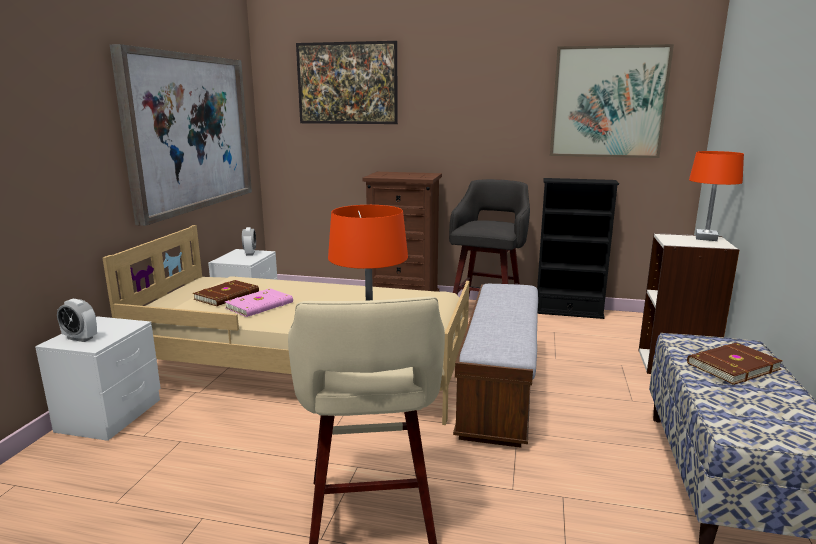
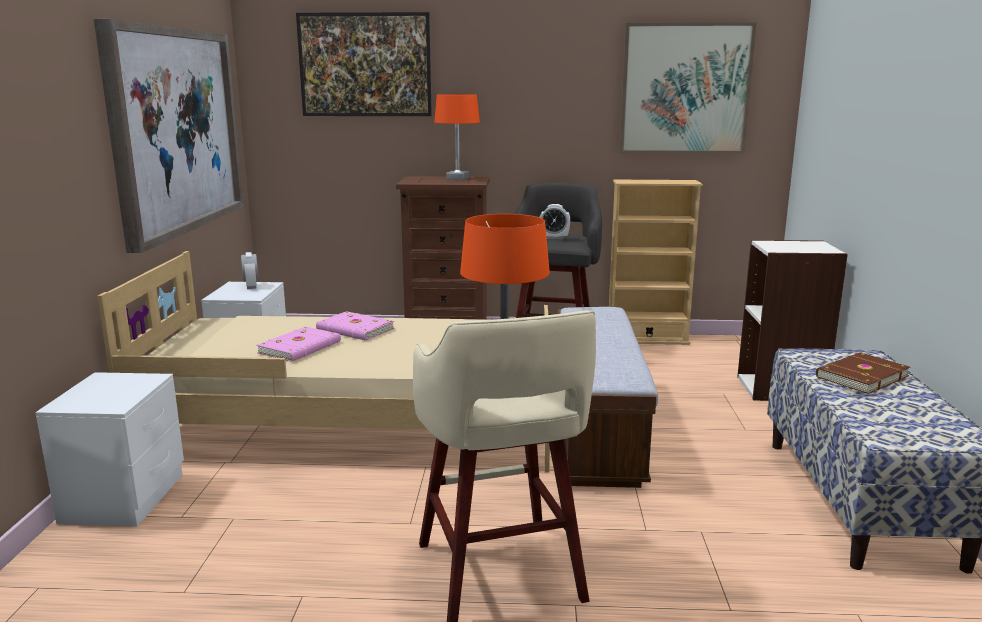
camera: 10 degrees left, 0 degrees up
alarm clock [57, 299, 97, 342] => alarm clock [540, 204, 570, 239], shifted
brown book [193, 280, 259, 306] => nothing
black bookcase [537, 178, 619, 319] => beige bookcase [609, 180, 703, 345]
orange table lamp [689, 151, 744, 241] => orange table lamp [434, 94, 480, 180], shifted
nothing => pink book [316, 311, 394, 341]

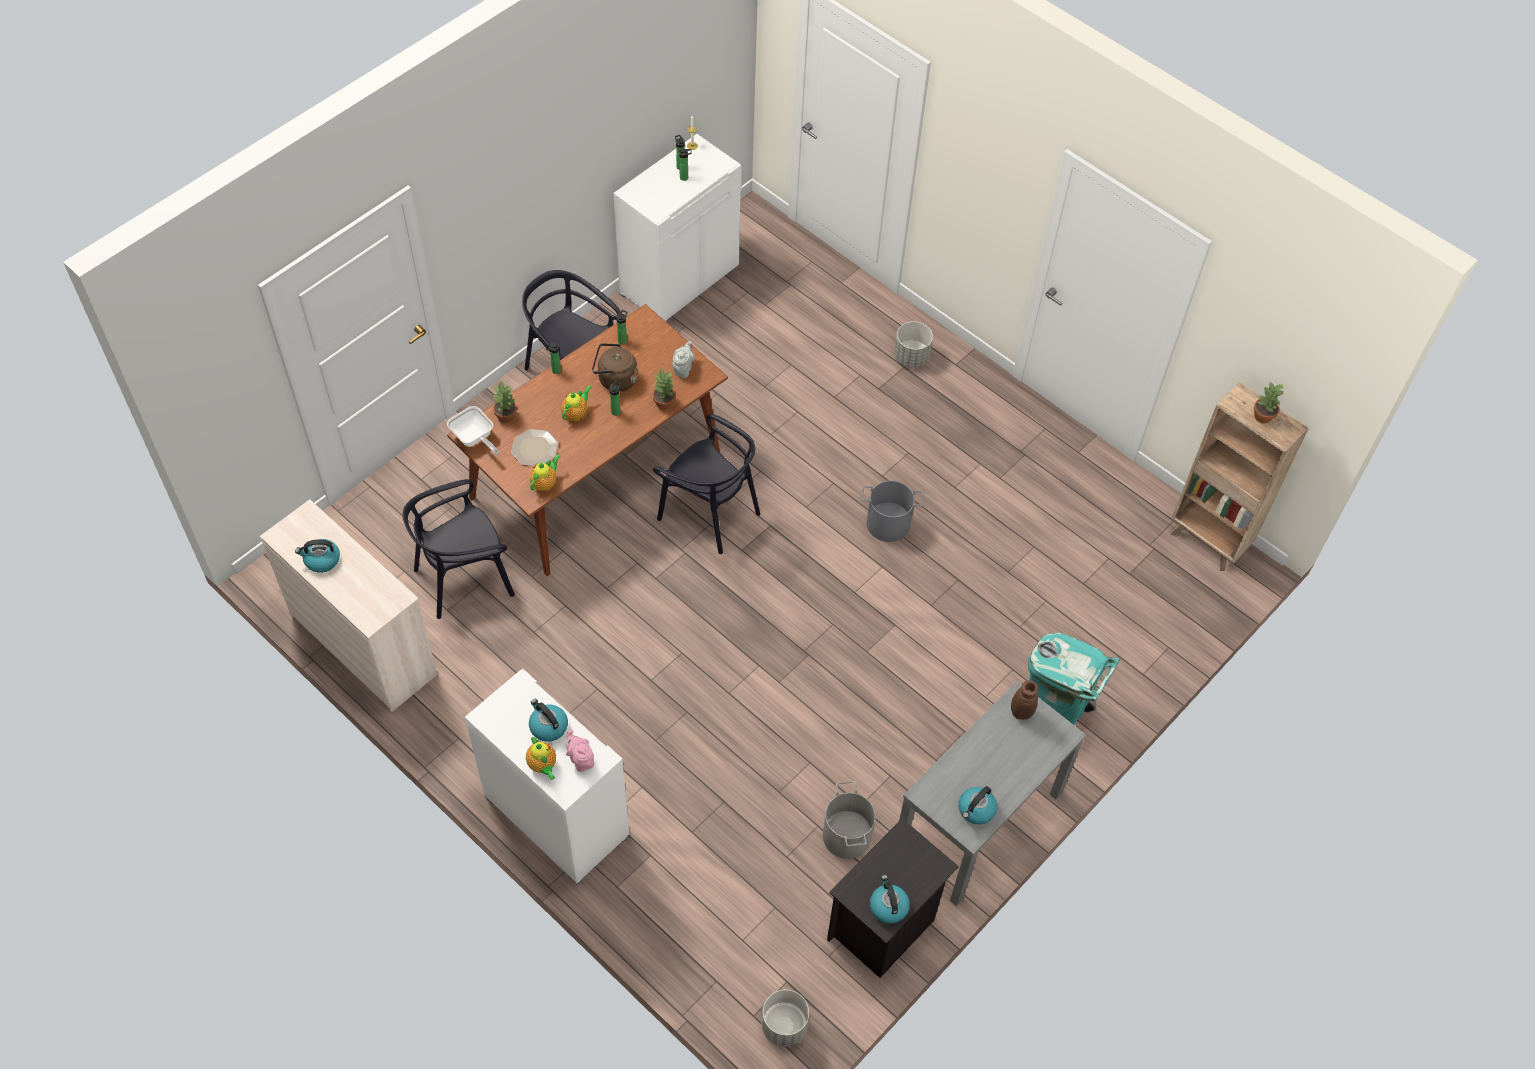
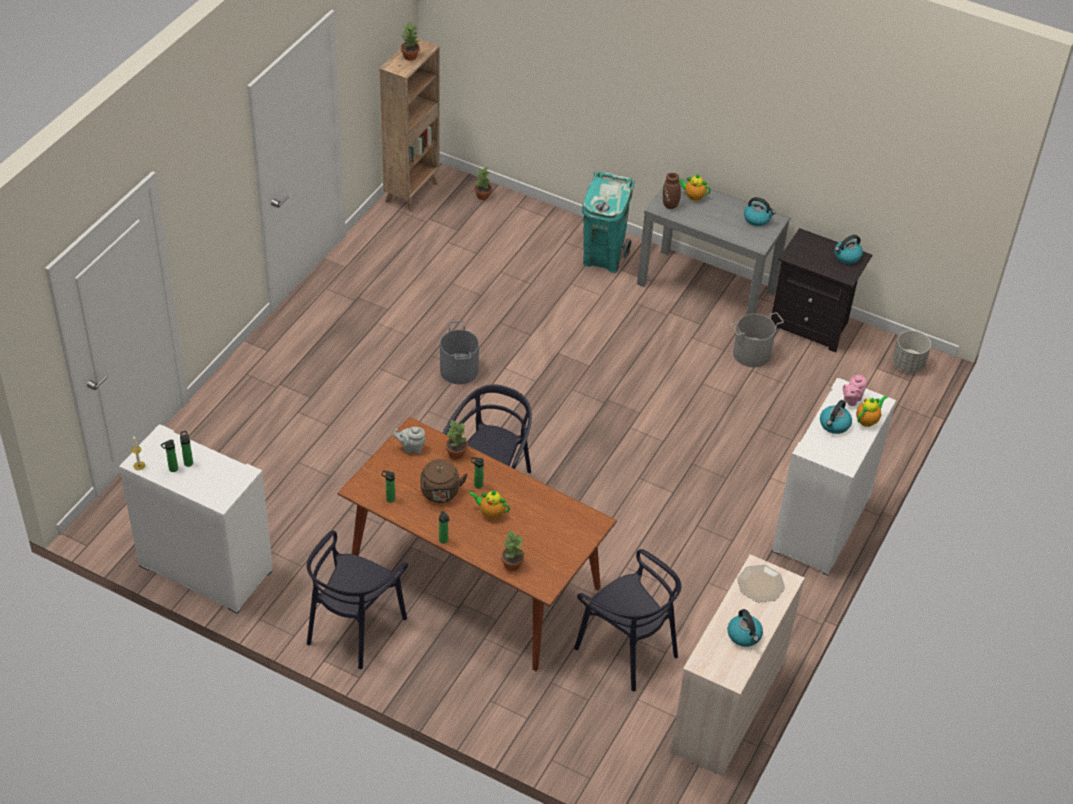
camera: 105 degrees left, 10 degrees down
frying pan [447, 406, 499, 455] => nothing
plate [511, 429, 558, 466] => plate [737, 565, 785, 602], shifted
teapot [530, 454, 561, 492] => teapot [678, 173, 711, 201], shifted
grey planter [894, 321, 933, 368] => nothing
nothing => potted plant [474, 167, 492, 200]

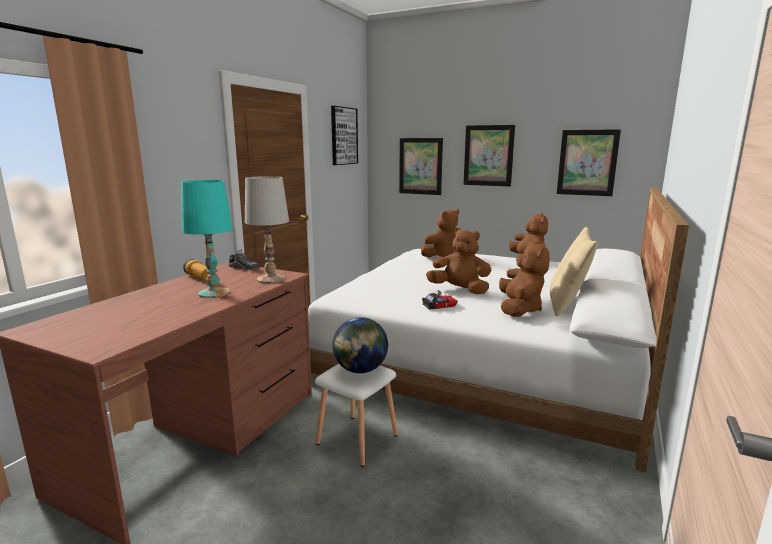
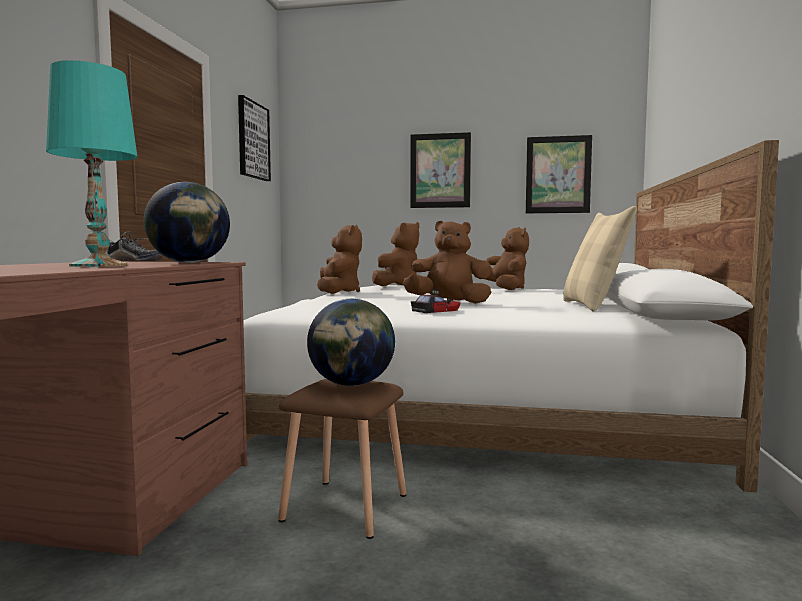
camera: 15 degrees left, 10 degrees down
flashlight [183, 259, 209, 281] => nothing
white table lamp [245, 176, 289, 283] => globe [144, 182, 230, 263]
white stool [315, 364, 398, 467] => brown stool [278, 379, 406, 539]
picture [399, 138, 443, 195] => nothing
brown plush toy [499, 242, 550, 317] => brown plush toy [317, 225, 362, 294], shifted

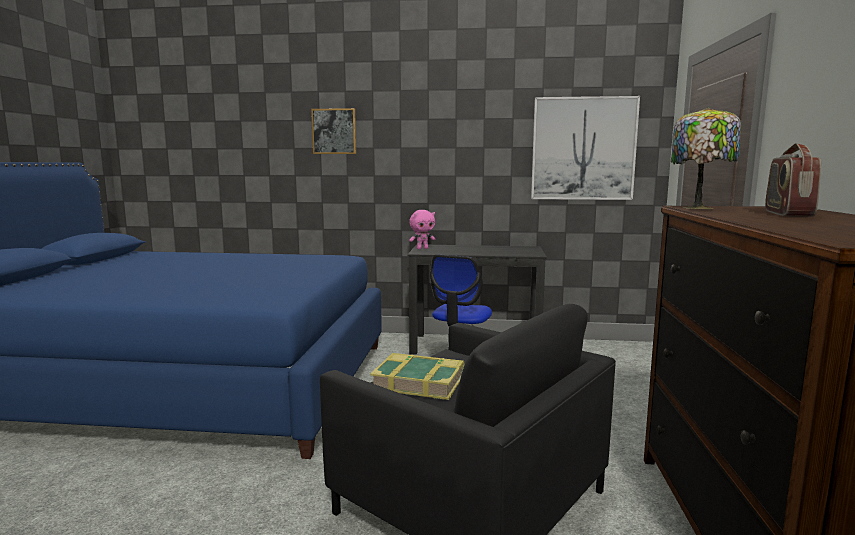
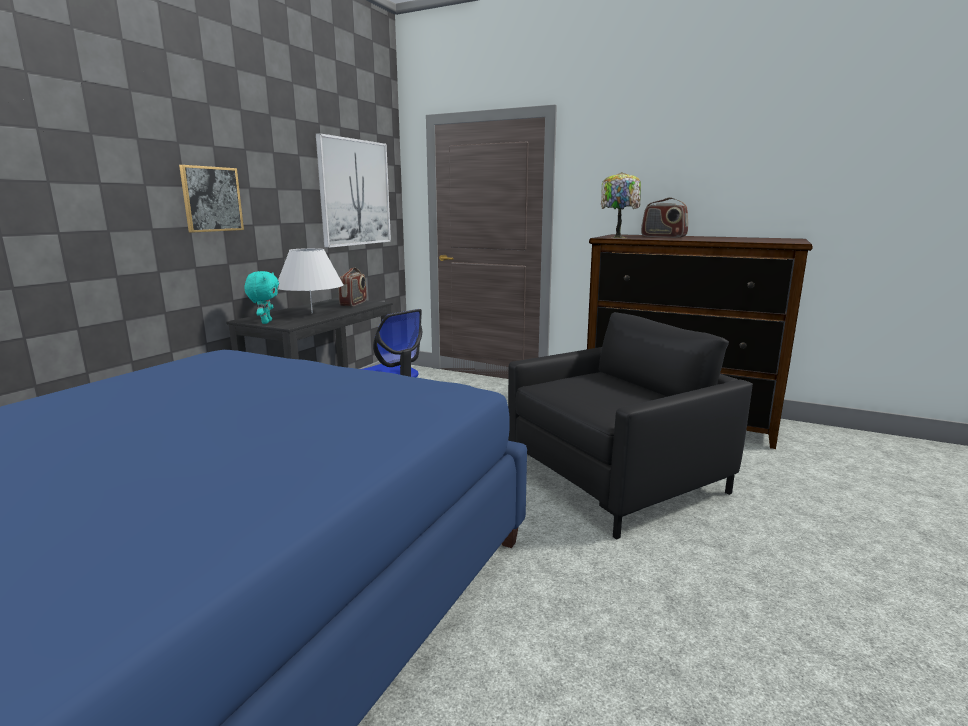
camera: 70 degrees left, 5 degrees up
picture [311, 108, 356, 154] => picture [179, 165, 244, 233], shifted
book [370, 353, 465, 400] => nothing
pink plush toy [409, 210, 435, 249] => turquoise plush toy [244, 271, 279, 324]
nothing => white table lamp [278, 248, 344, 313]
nothing => radio [338, 267, 367, 306]

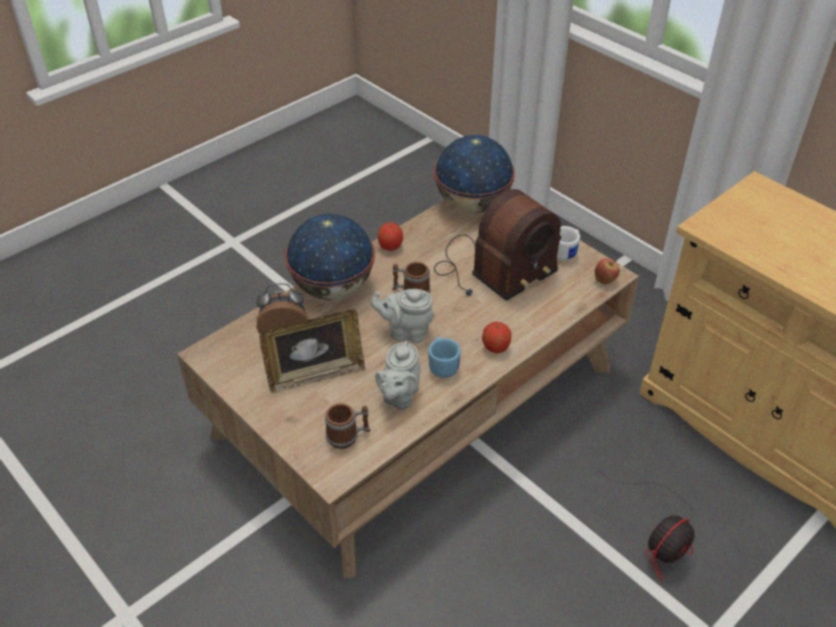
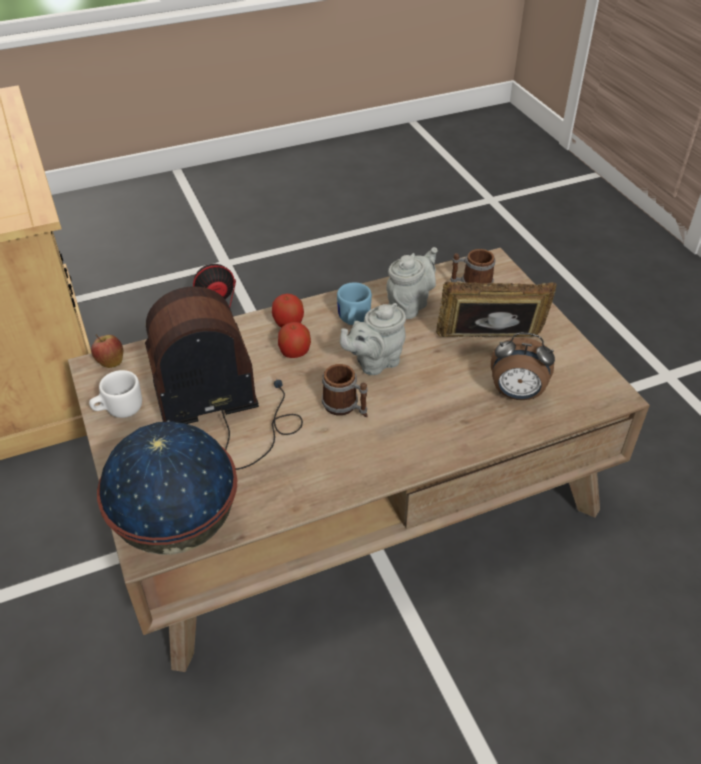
camera: 160 degrees left, 0 degrees up
globe [285, 214, 375, 300] => nothing
grey teapot [371, 289, 434, 343] => grey teapot [340, 303, 406, 375], 120 degrees clockwise
apple [378, 222, 403, 251] => apple [278, 322, 311, 358], shifted

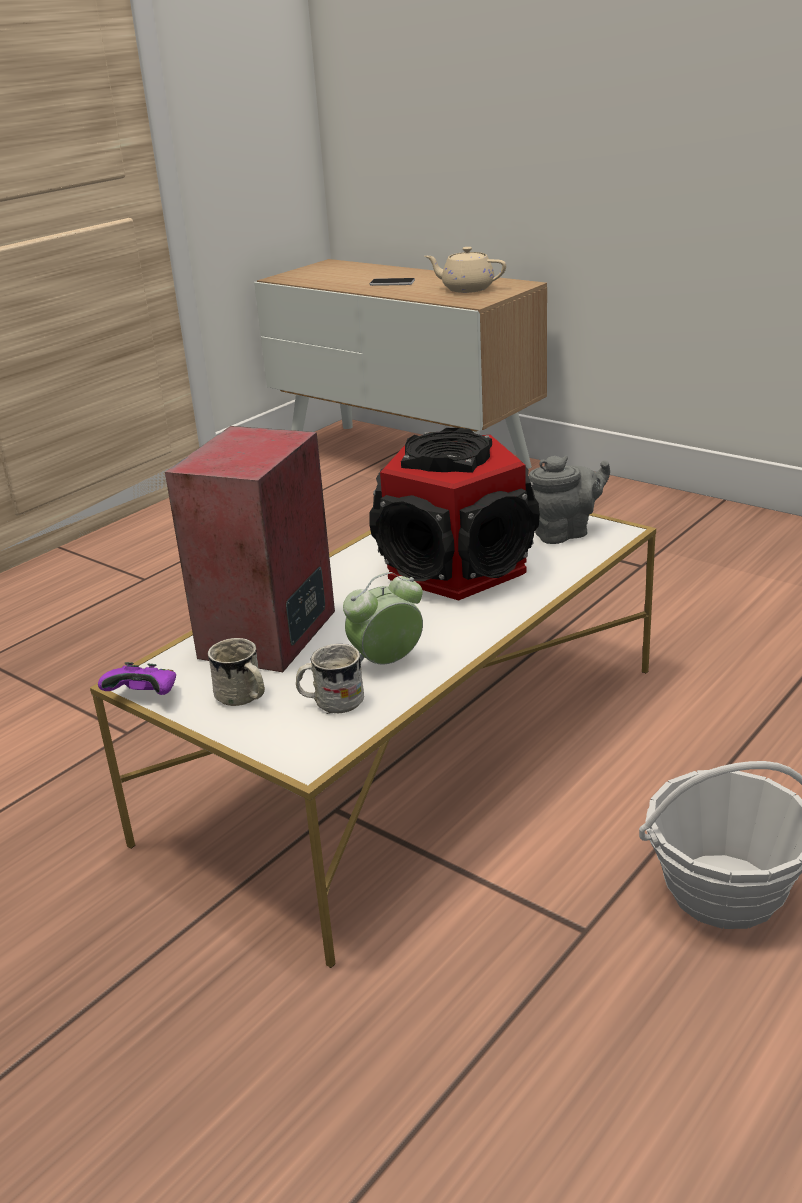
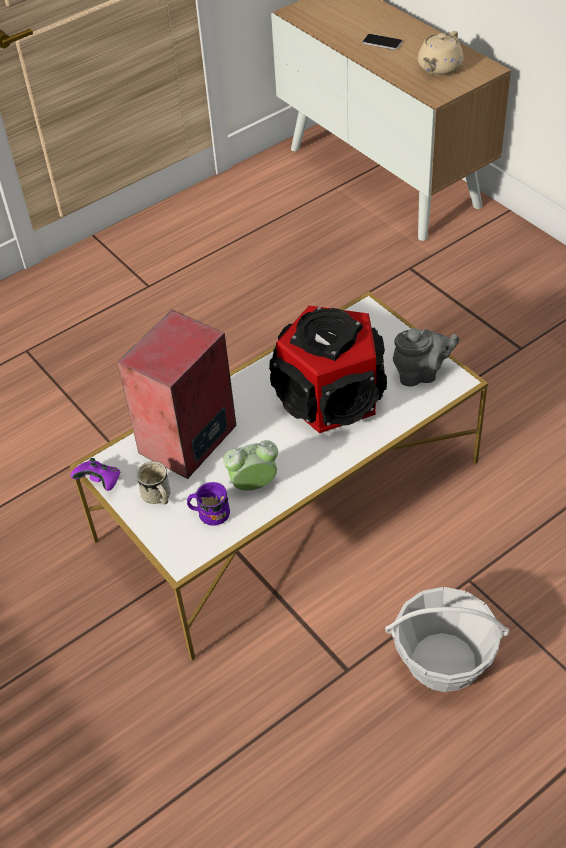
camera: 15 degrees right, 20 degrees up
white mug [296, 644, 364, 714] => purple mug [187, 482, 230, 526]
beige teapot [425, 247, 506, 293] => beige teapot [418, 31, 463, 76], 90 degrees counterclockwise

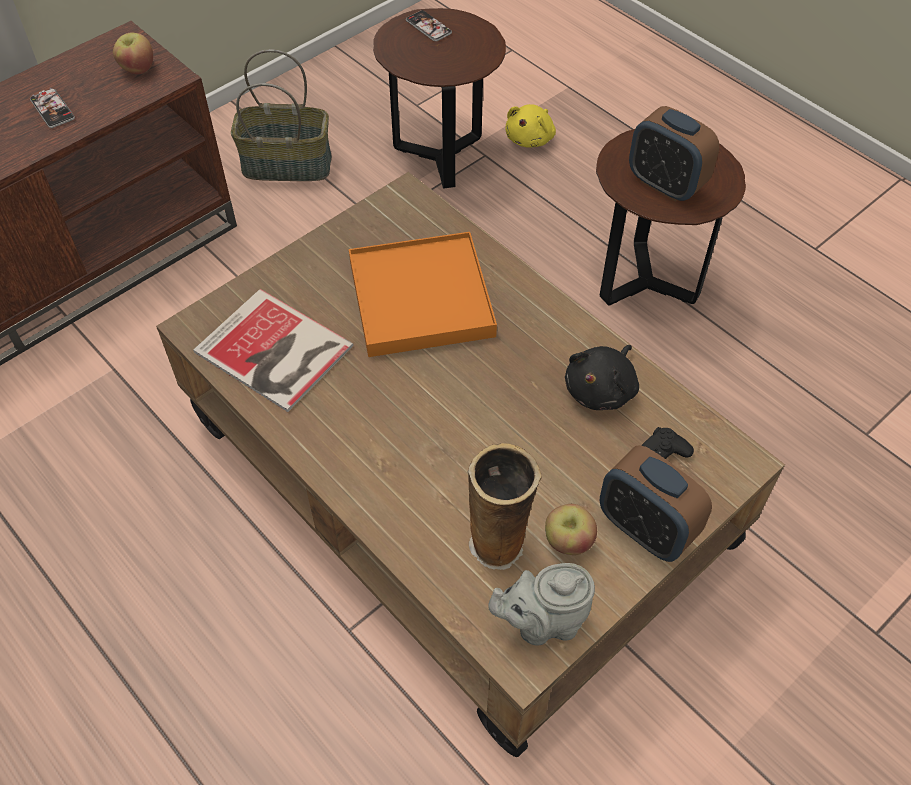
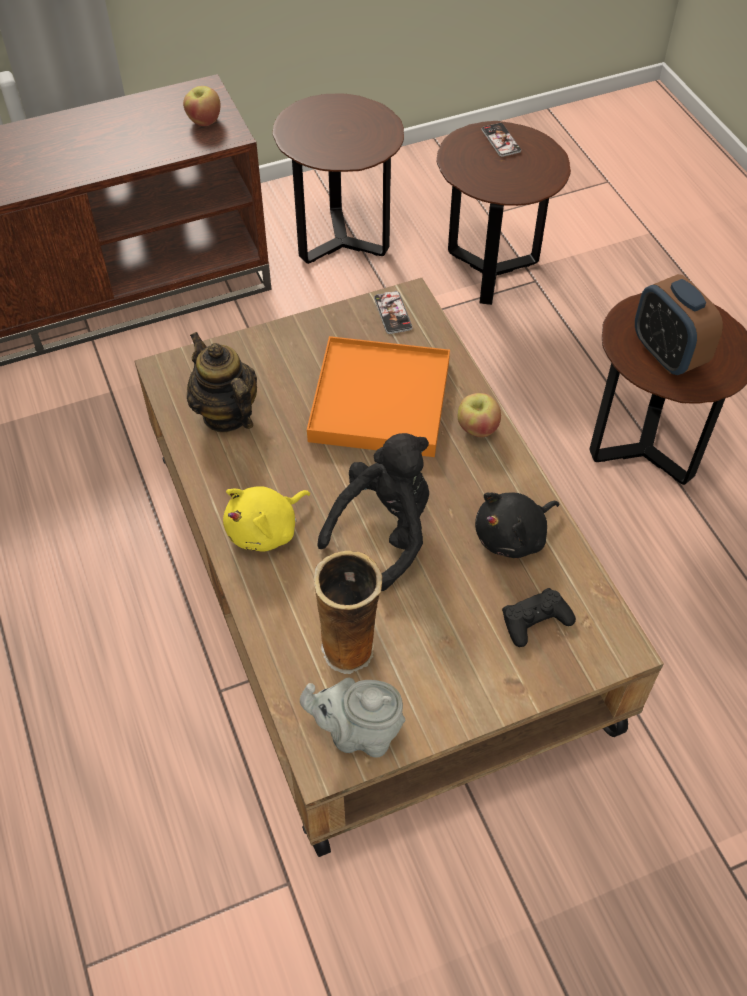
camera: 20 degrees right, 0 degrees up
phone [30, 88, 75, 128] => phone [374, 291, 413, 334], shifted
book [193, 289, 354, 412] => teapot [187, 332, 257, 432]
basket [231, 49, 332, 181] => brown side table [273, 93, 404, 264]
yellow plush toy [505, 104, 556, 148] => yellow plush toy [223, 486, 310, 552], shifted
apple [545, 504, 597, 555] => apple [458, 393, 501, 437], shifted
alarm clock [600, 445, 712, 562] => nothing
nothing => black plush toy [317, 433, 429, 591]

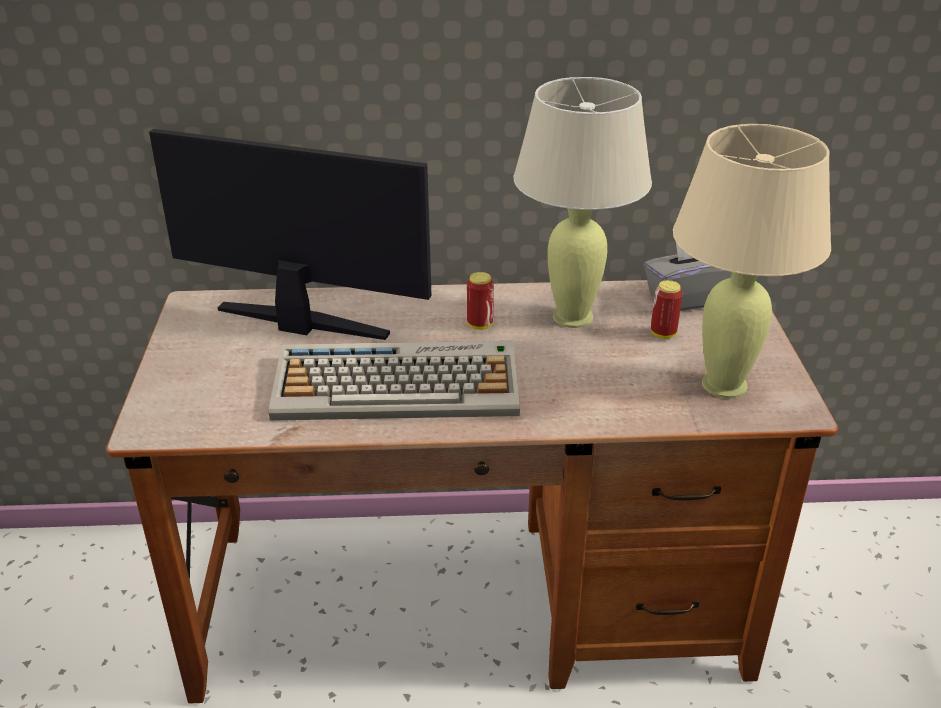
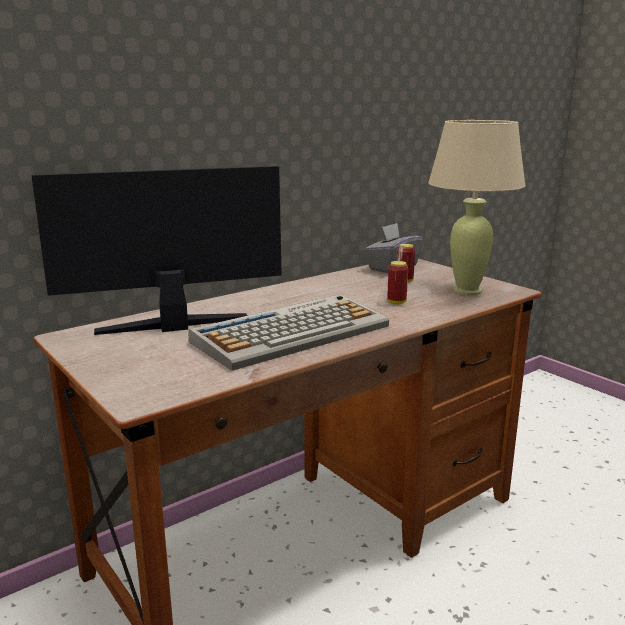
camera: 35 degrees left, 15 degrees down
can [467, 272, 494, 330] => can [387, 261, 408, 304], shifted
beige table lamp [514, 77, 652, 328] => nothing

